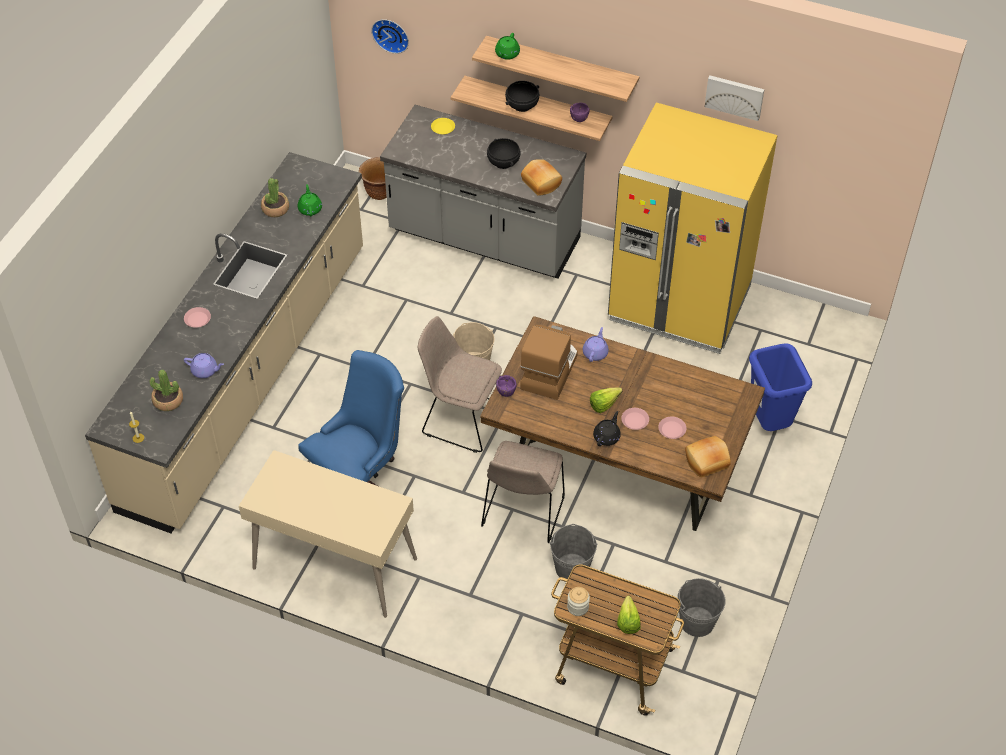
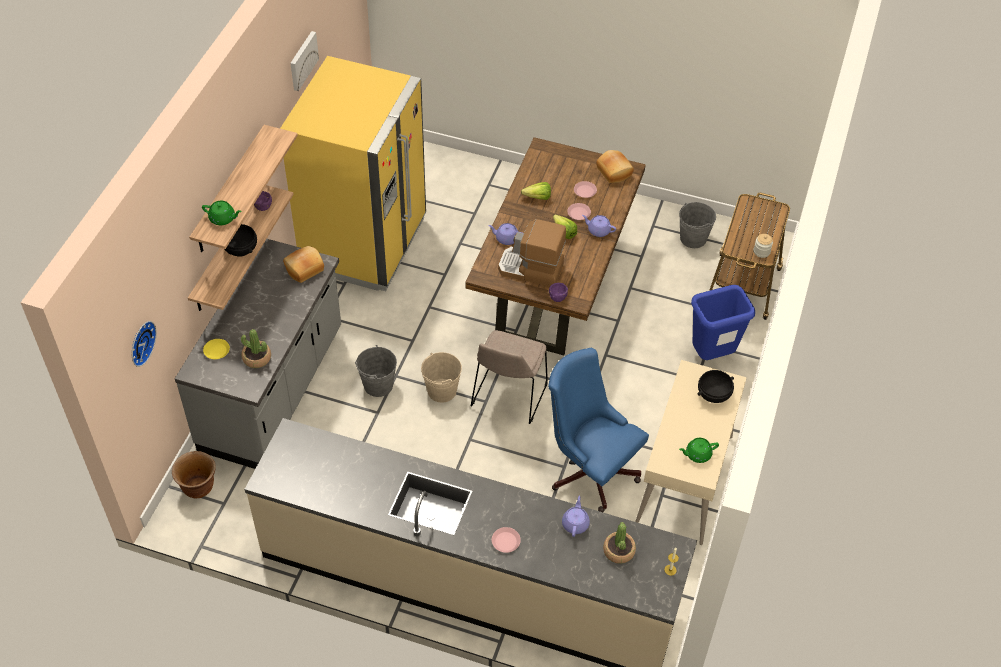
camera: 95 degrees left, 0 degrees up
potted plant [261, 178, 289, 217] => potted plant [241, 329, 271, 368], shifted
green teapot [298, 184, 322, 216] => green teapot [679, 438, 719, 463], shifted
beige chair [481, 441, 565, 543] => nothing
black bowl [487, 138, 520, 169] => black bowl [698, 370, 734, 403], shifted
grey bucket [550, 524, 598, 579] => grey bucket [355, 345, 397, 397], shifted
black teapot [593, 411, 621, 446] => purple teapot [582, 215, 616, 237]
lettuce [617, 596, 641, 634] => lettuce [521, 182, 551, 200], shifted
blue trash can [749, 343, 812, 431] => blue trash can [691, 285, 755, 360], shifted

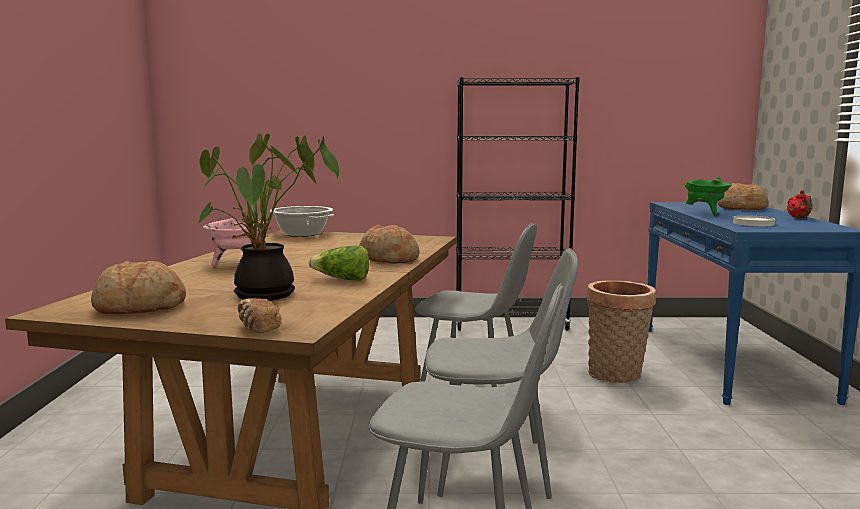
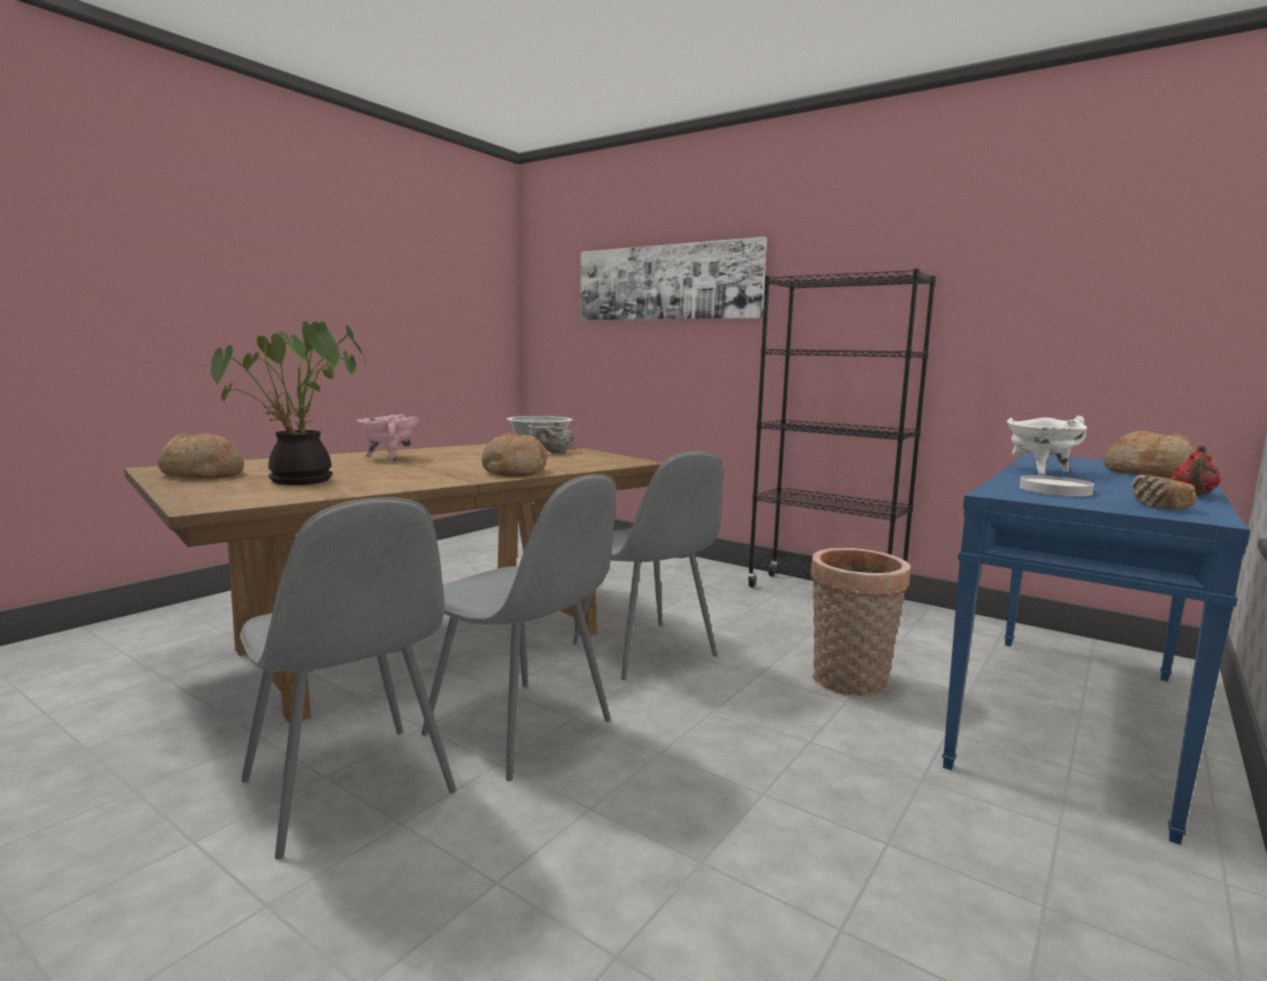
camera: 35 degrees right, 0 degrees up
bread [238, 298, 282, 333] => bread [1132, 475, 1197, 510], shifted
lettuce [308, 246, 369, 281] => nothing
green cooking pot [684, 177, 732, 216] => white cooking pot [1007, 416, 1087, 475]
nothing => beige teapot [535, 422, 575, 454]
nothing => picture [580, 237, 767, 320]

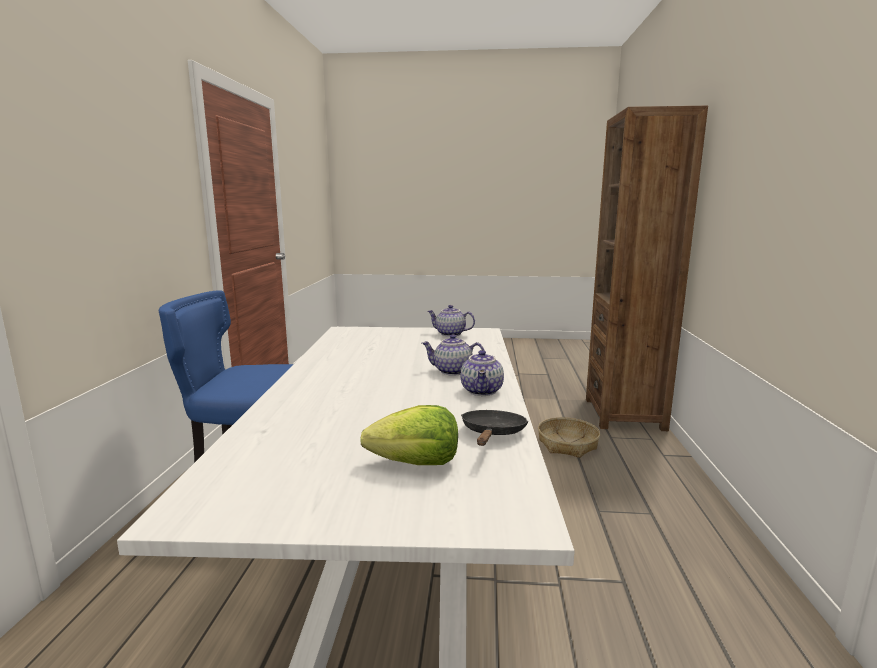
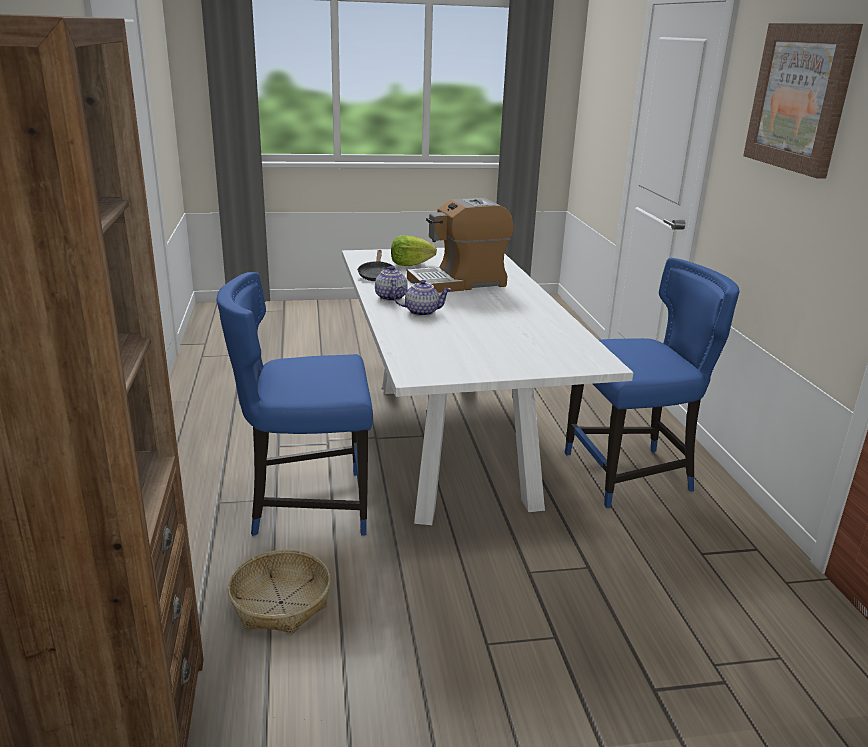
camera: 165 degrees right, 10 degrees up
teapot [428, 305, 475, 337] => nothing
nothing => blue chair [217, 272, 373, 536]
nothing => coffee machine [407, 198, 513, 293]
nothing => picture [743, 23, 863, 178]

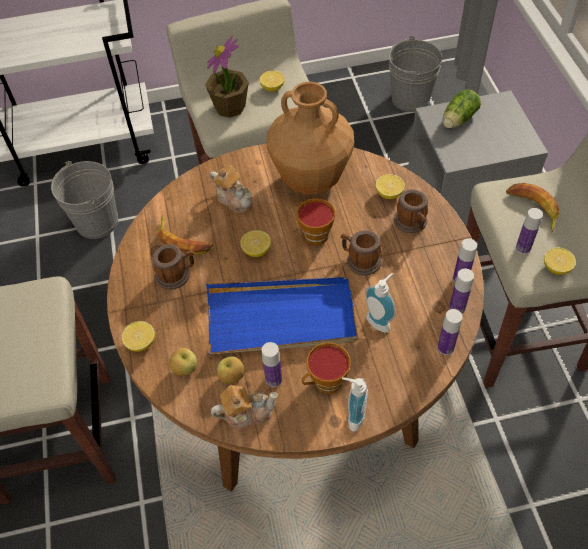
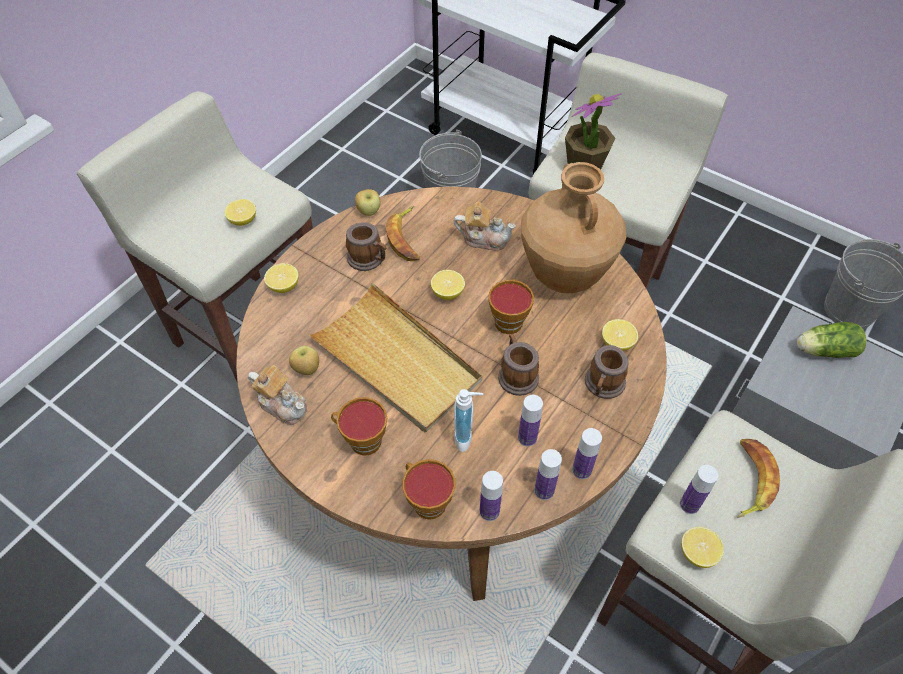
camera: 45 degrees right, 0 degrees up
apple [169, 348, 197, 376] => apple [355, 189, 381, 216], shifted
blue tray [206, 277, 357, 355] => beige tray [306, 282, 482, 432]
teapot [210, 165, 253, 213] => teapot [453, 202, 516, 251], 75 degrees counterclockwise
lemon [260, 71, 285, 92] => lemon [224, 199, 256, 226], shifted
bottle [262, 342, 282, 387] => bottle [518, 395, 543, 446], shifted
soap dispenser [342, 377, 368, 431] => nothing
nothing => cup [402, 459, 456, 520]

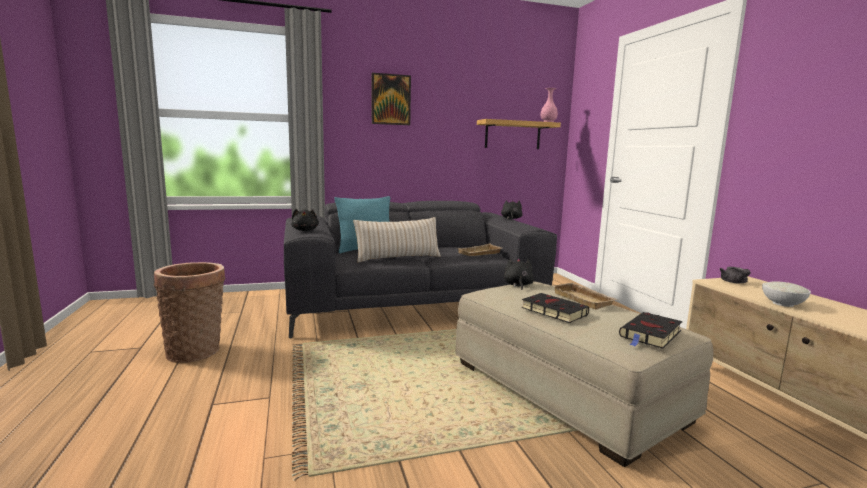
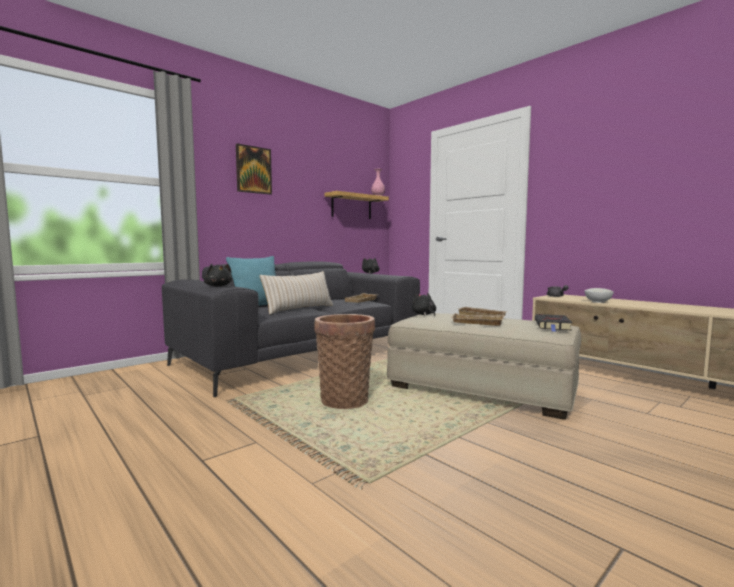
camera: 25 degrees left, 5 degrees down
basket [154, 262, 226, 363] => basket [314, 314, 375, 409], shifted
black book [521, 293, 589, 323] => beige tray [451, 313, 505, 326]

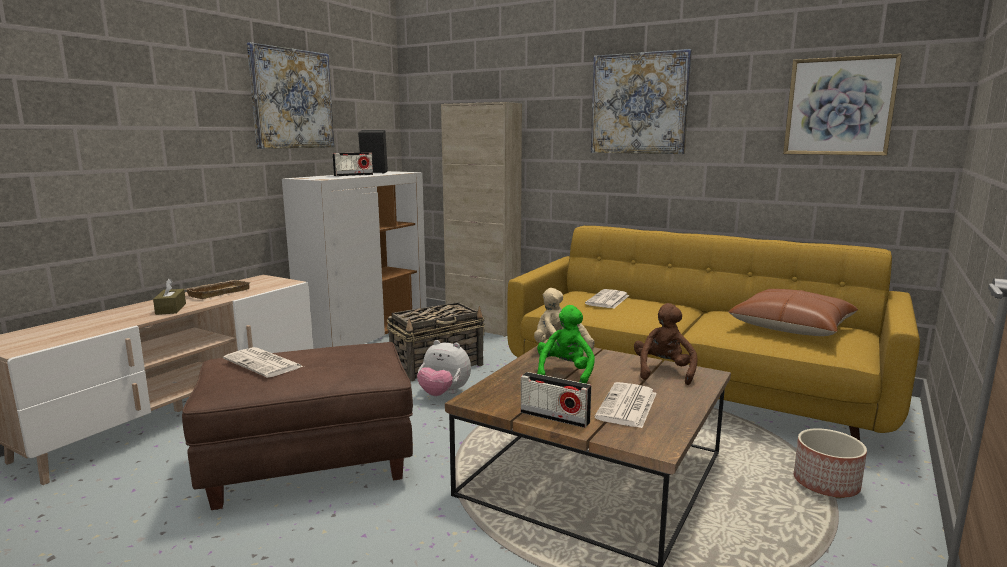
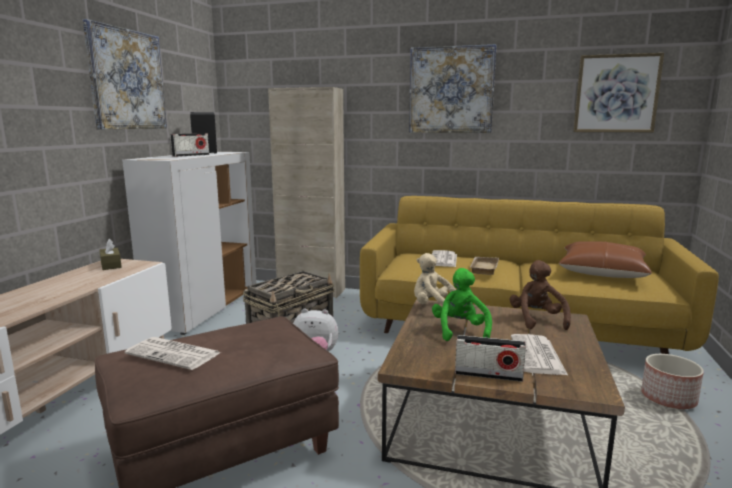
camera: 15 degrees left, 0 degrees up
brown tissue box [153, 278, 186, 315] => brown tissue box [99, 239, 122, 270], shifted
beige tray [185, 280, 251, 299] => beige tray [470, 257, 499, 275], shifted

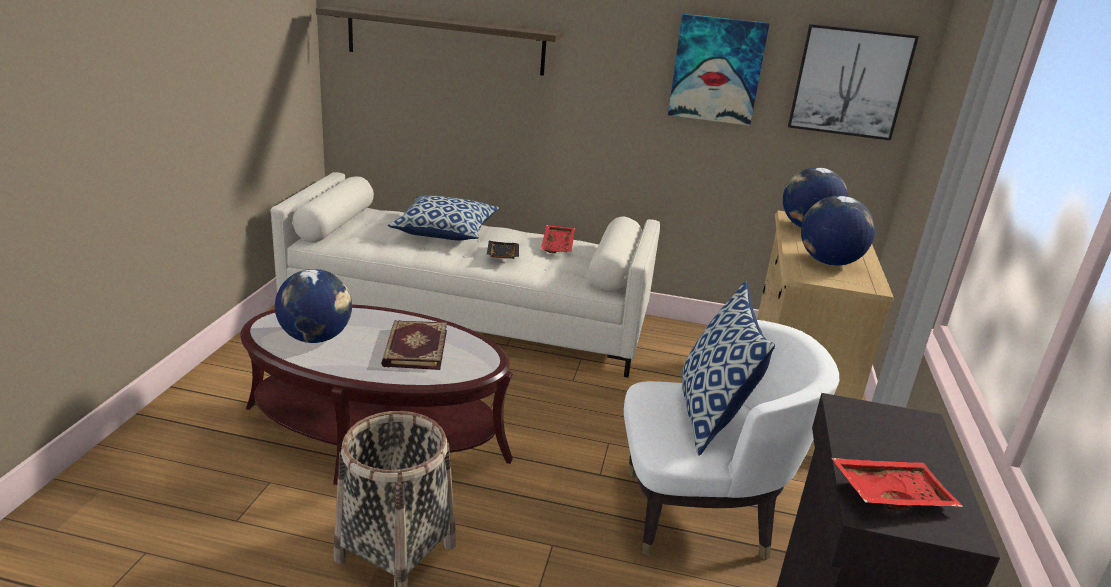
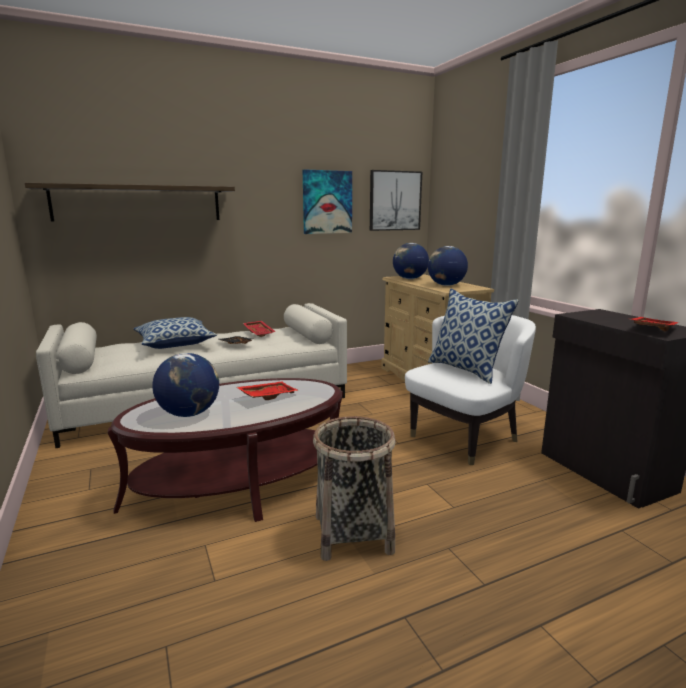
camera: 35 degrees left, 10 degrees down
book [381, 320, 447, 370] => red tray [237, 381, 299, 400]

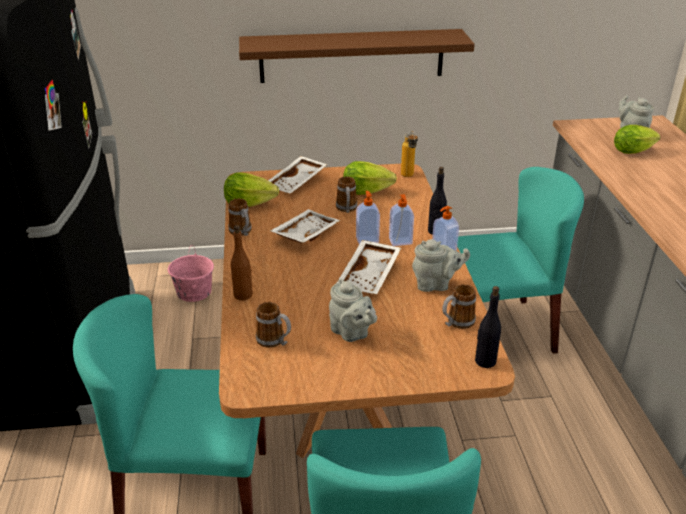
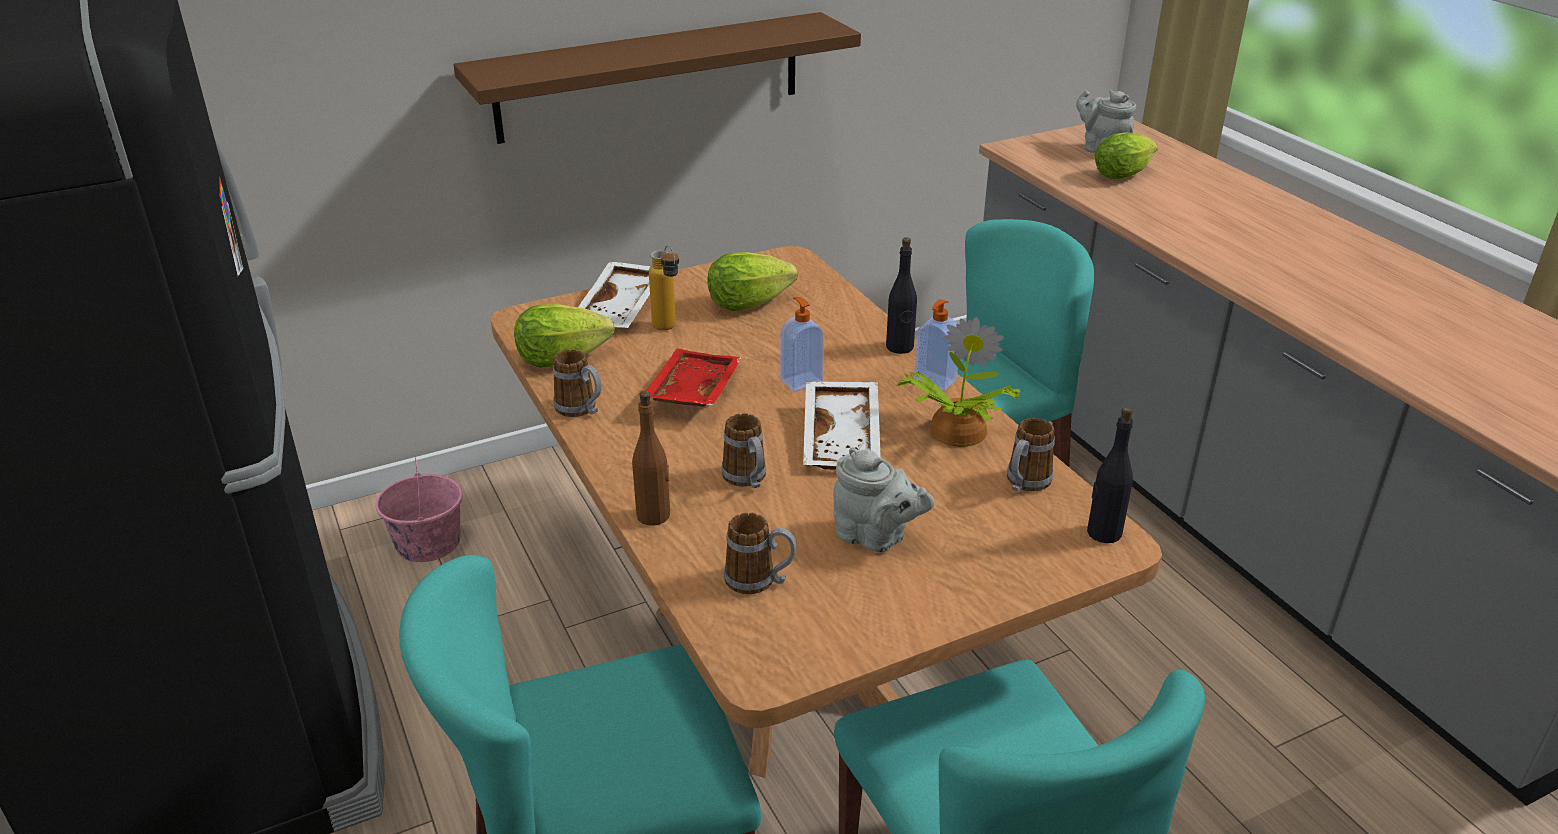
camera: 20 degrees left, 0 degrees up
white tray [270, 209, 340, 243] => red tray [646, 349, 741, 407]
mug [336, 176, 357, 213] => mug [722, 413, 766, 488], shifted
soap dispenser [389, 194, 414, 246] => nothing
bottle [401, 131, 418, 177] => bottle [649, 245, 679, 330], shifted
grey teapot [412, 239, 470, 292] => potted plant [897, 317, 1020, 447]

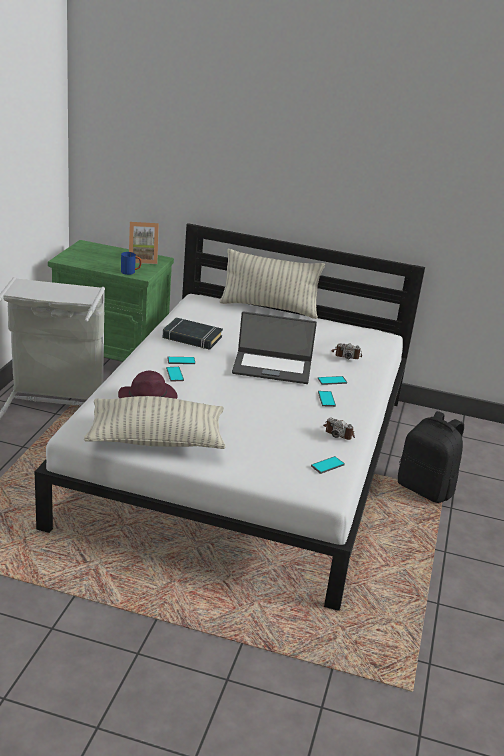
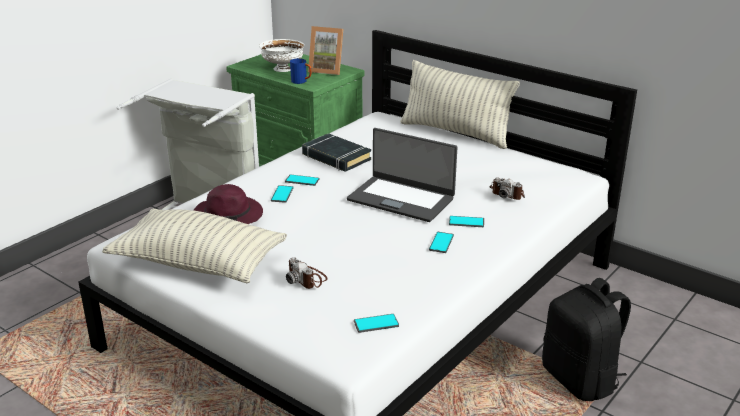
camera: 25 degrees right, 0 degrees up
photo camera [323, 418, 355, 440] => photo camera [286, 257, 328, 289], shifted
nothing => white bowl [259, 39, 305, 72]

